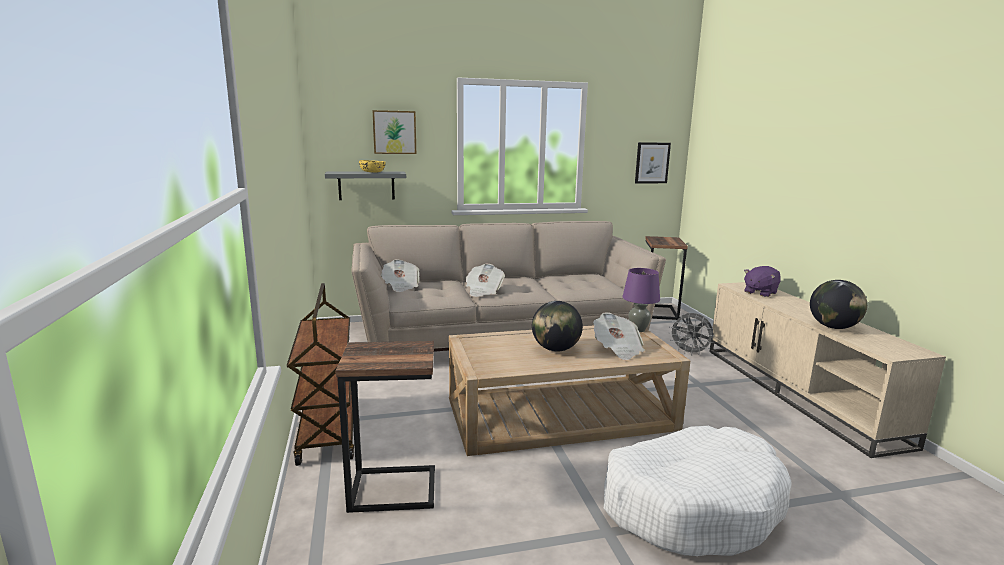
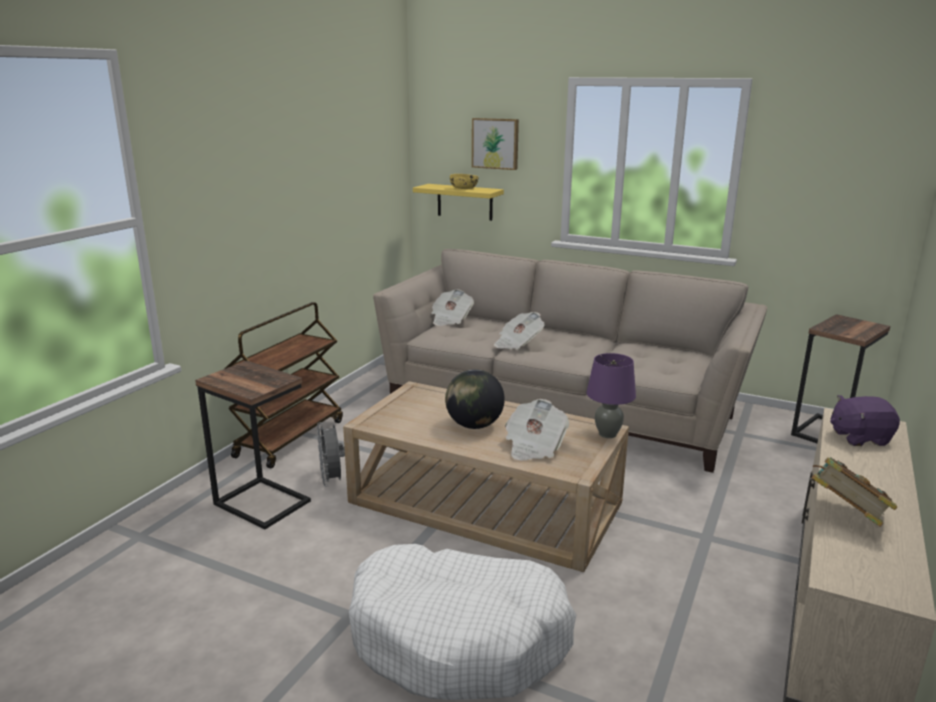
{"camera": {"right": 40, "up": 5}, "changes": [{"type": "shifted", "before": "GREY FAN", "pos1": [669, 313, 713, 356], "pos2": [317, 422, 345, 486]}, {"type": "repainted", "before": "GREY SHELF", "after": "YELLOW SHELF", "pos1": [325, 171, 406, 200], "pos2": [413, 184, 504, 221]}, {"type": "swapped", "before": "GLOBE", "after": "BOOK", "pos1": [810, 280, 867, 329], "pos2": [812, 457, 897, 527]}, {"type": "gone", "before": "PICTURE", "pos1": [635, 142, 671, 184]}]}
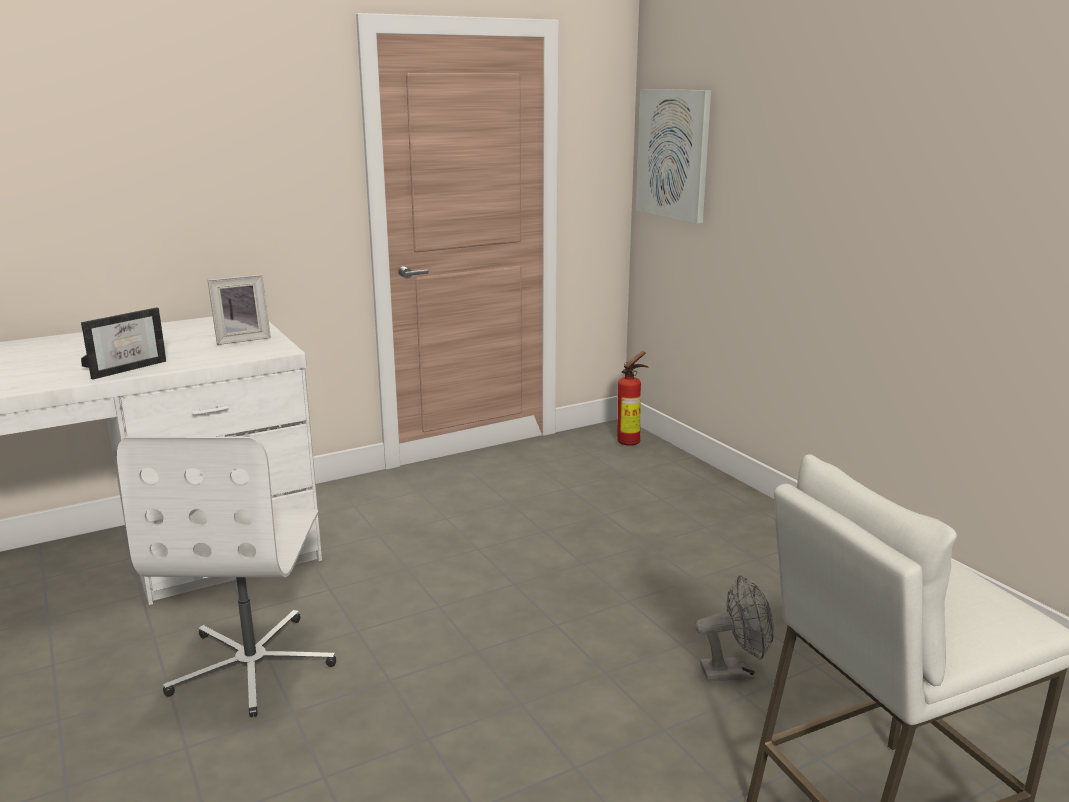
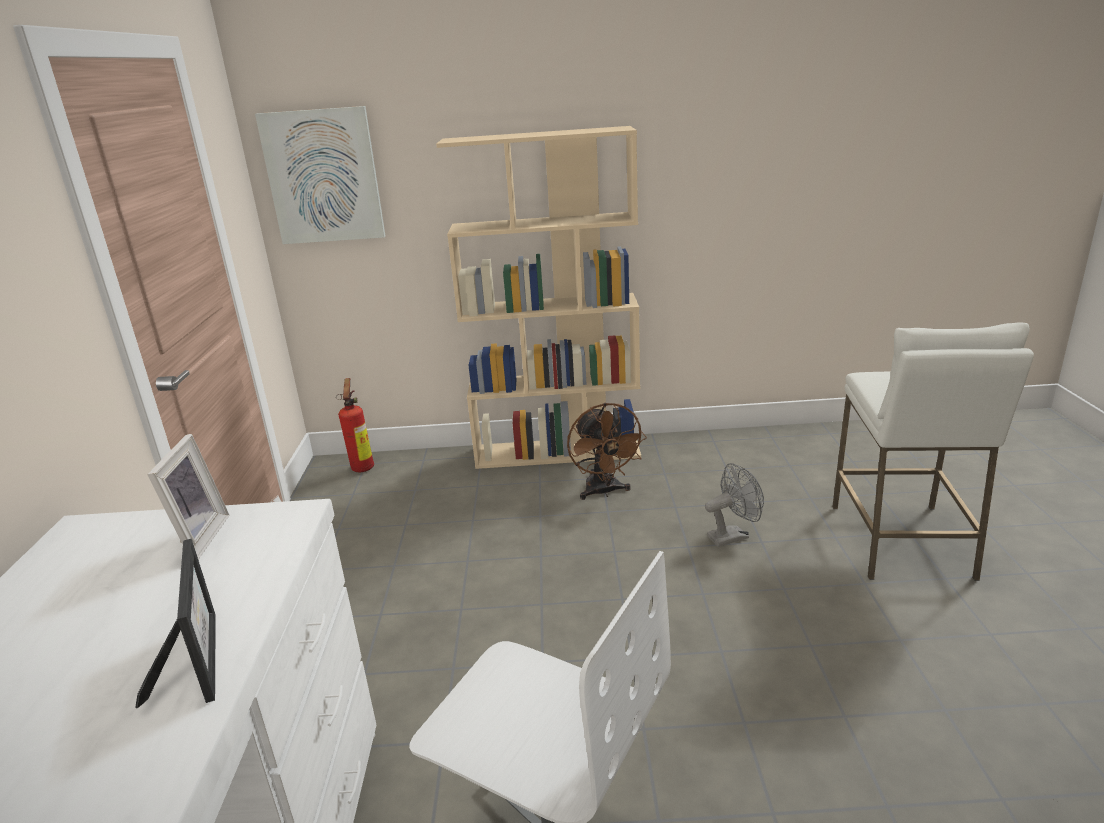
{"camera": {"right": -60, "up": 5}, "changes": [{"type": "new", "after": "BEIGE BOOKCASE", "pos2": [436, 126, 641, 469]}, {"type": "new", "after": "BROWN FAN", "pos2": [567, 403, 647, 500]}, {"type": "rotated", "before": "GREY FAN", "pos1": [695, 575, 774, 682], "pos2": [705, 463, 764, 547], "turn": 45}]}
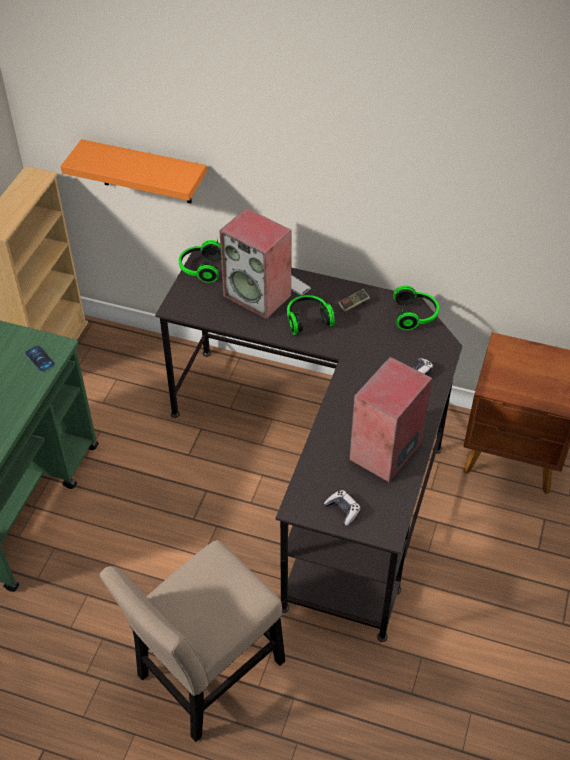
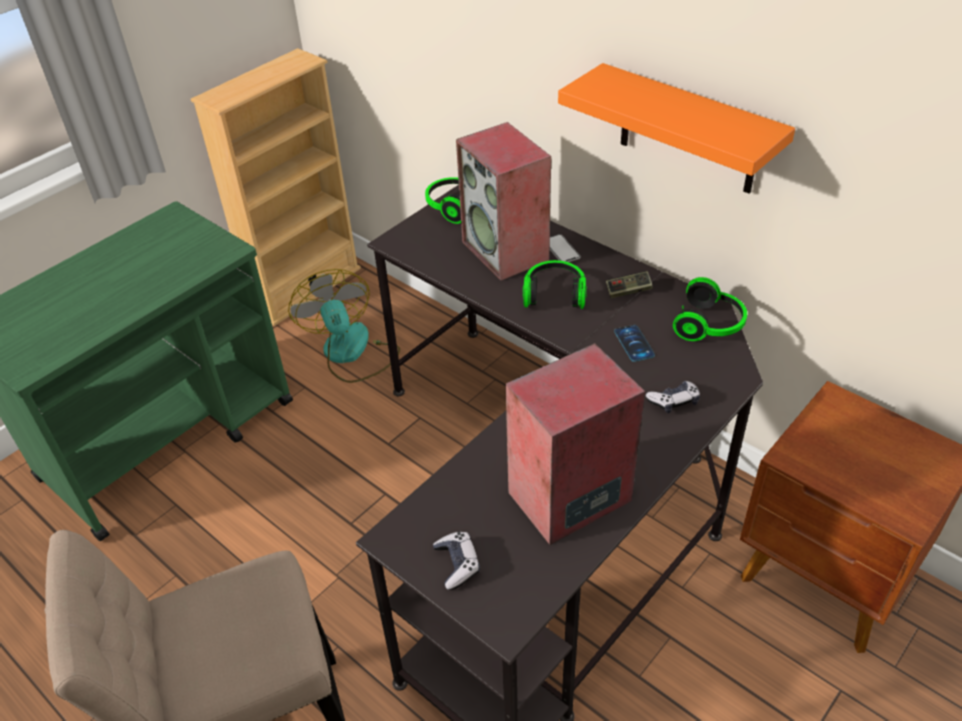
{"camera": {"right": 25, "up": -5}, "changes": [{"type": "new", "after": "FAN", "pos2": [288, 269, 400, 383]}, {"type": "shifted", "before": "ORANGE SHELF", "pos1": [60, 139, 207, 203], "pos2": [558, 63, 795, 194]}, {"type": "shifted", "before": "PHONE", "pos1": [25, 345, 55, 372], "pos2": [614, 325, 655, 362]}]}
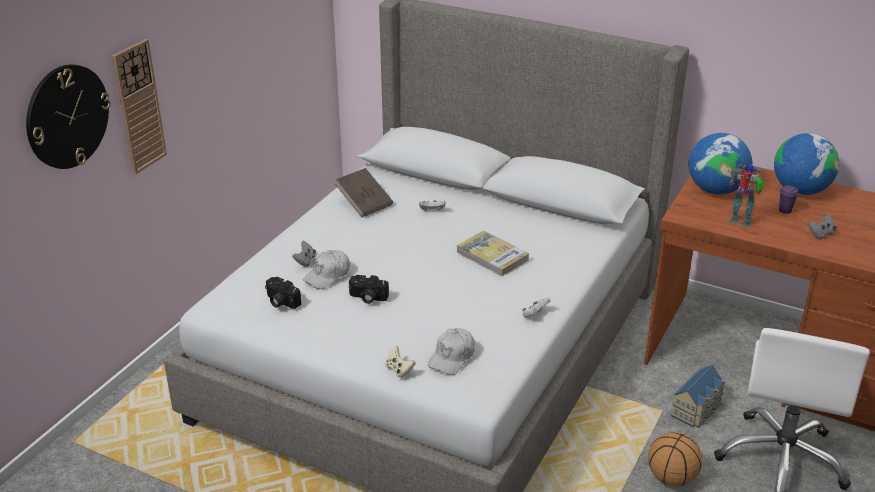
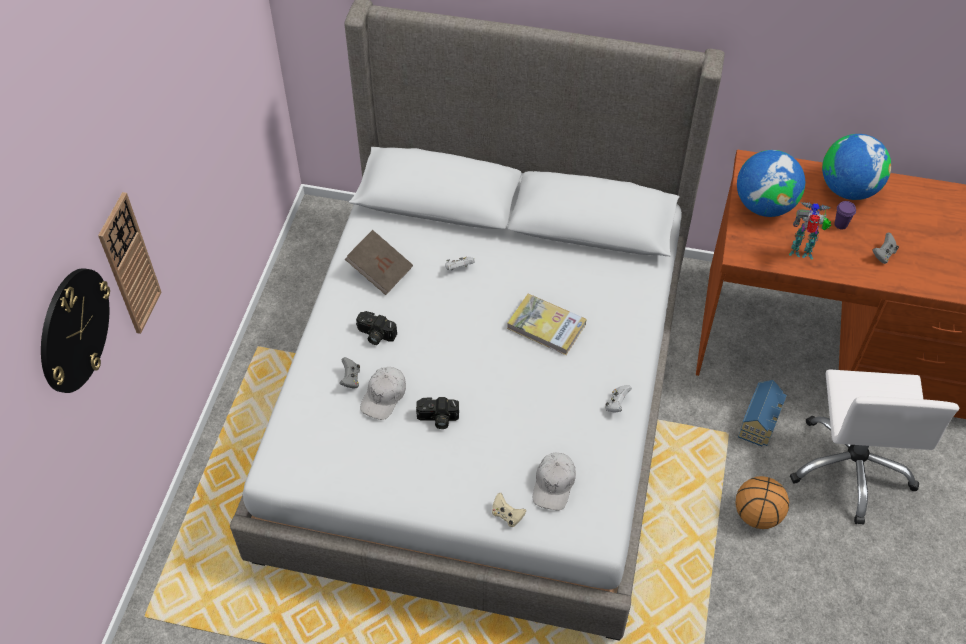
{"camera": {"right": -15, "up": 20}, "changes": [{"type": "shifted", "before": "PHOTO CAMERA", "pos1": [265, 277, 301, 309], "pos2": [356, 311, 397, 345]}]}
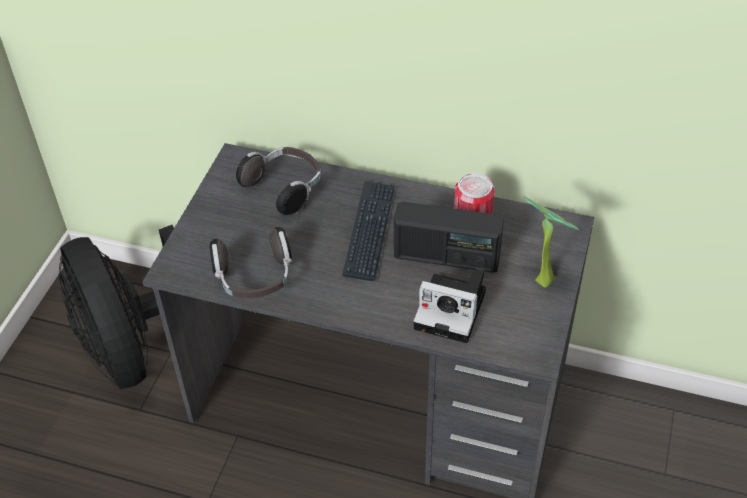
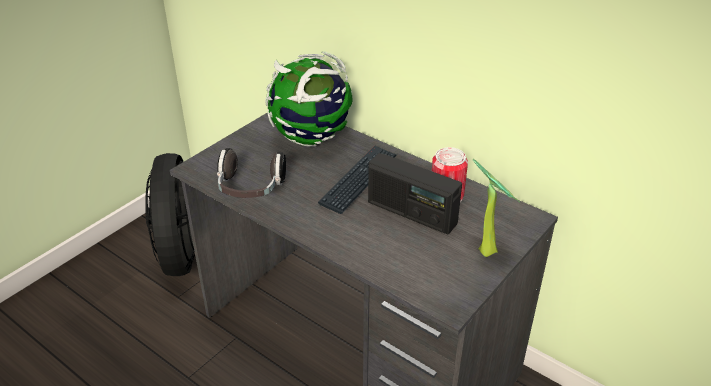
{"camera": {"right": 20, "up": -10}, "changes": [{"type": "swapped", "before": "HEADPHONES", "after": "GLOBE", "pos1": [236, 147, 321, 215], "pos2": [265, 51, 353, 146]}, {"type": "gone", "before": "PHOTO CAMERA", "pos1": [414, 269, 486, 343]}]}
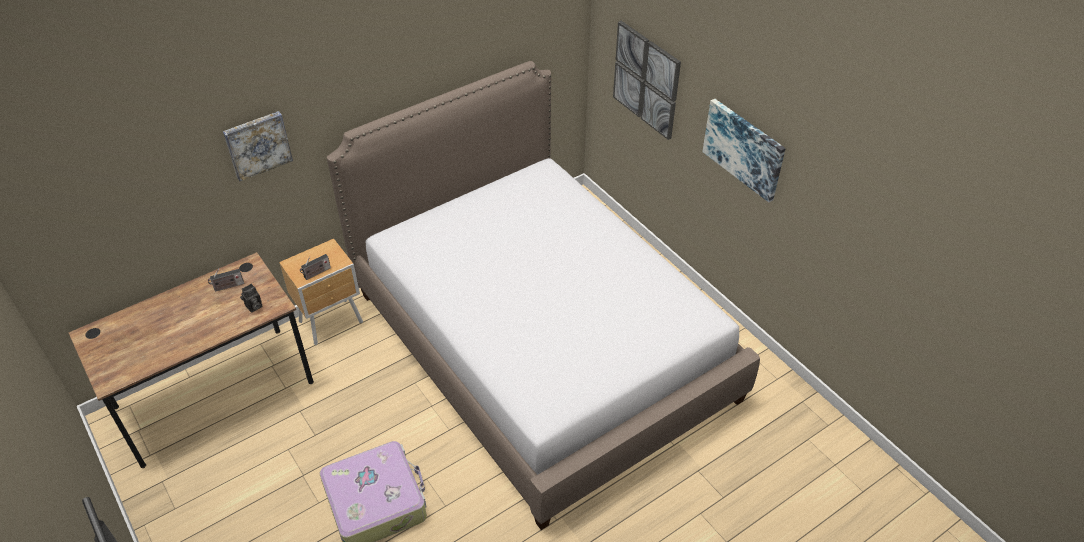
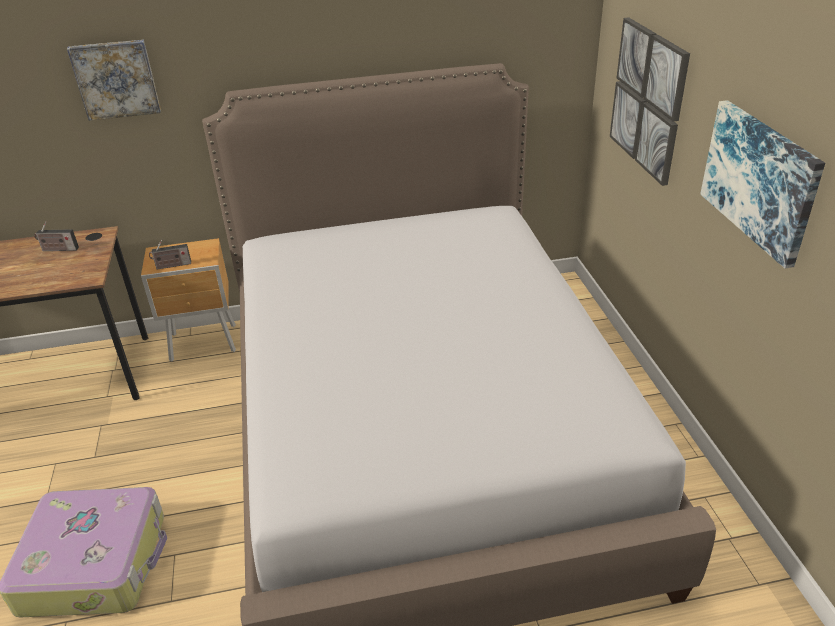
{"camera": {"right": 25, "up": -10}, "changes": [{"type": "gone", "before": "PHOTO CAMERA", "pos1": [240, 284, 263, 313]}]}
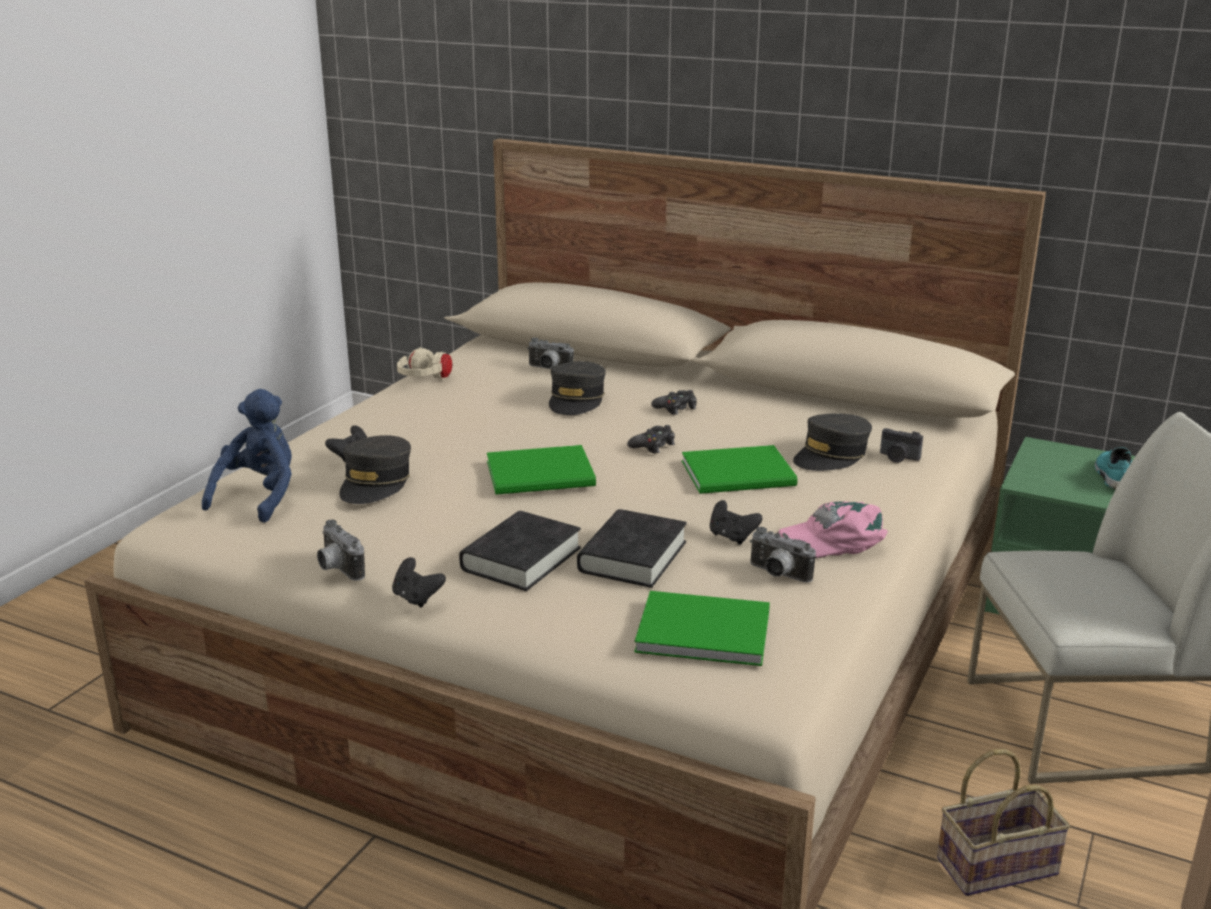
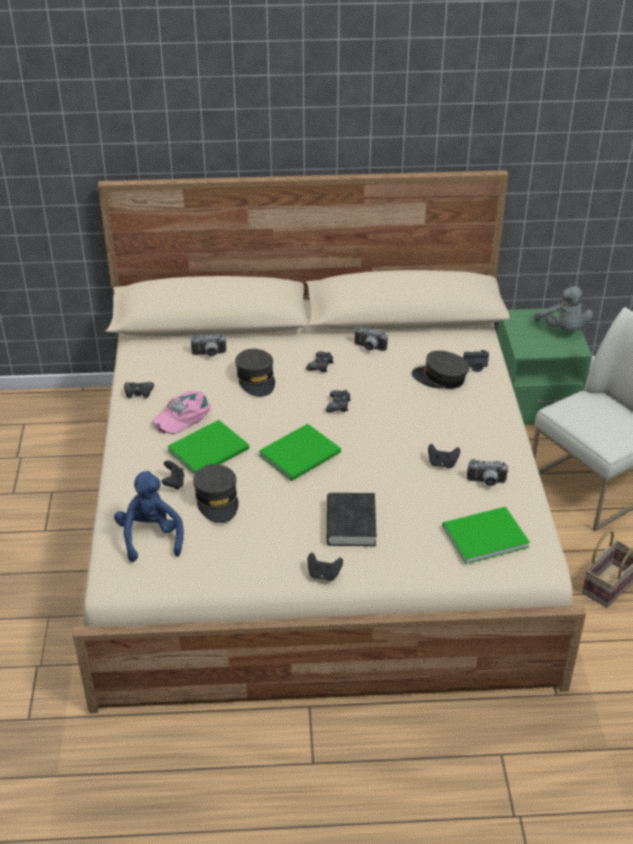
{"camera": {"right": -30, "up": 15}, "changes": [{"type": "swapped", "before": "BEIGE HEADPHONES", "after": "BLACK GAME CONTROLLER", "pos1": [397, 347, 452, 380], "pos2": [124, 382, 154, 399]}, {"type": "shifted", "before": "PINK CAP", "pos1": [777, 501, 888, 558], "pos2": [152, 391, 210, 434]}, {"type": "shifted", "before": "GREEN BOOK", "pos1": [682, 445, 797, 494], "pos2": [167, 420, 249, 475]}, {"type": "shifted", "before": "PHOTO CAMERA", "pos1": [317, 520, 365, 581], "pos2": [354, 325, 388, 351]}, {"type": "rotated", "before": "GREY CAP", "pos1": [793, 413, 872, 471], "pos2": [412, 351, 470, 389], "turn": 90}, {"type": "swapped", "before": "TURQUOISE SHOE", "after": "GREY PLUSH TOY", "pos1": [1094, 447, 1132, 489], "pos2": [534, 286, 593, 332]}, {"type": "gone", "before": "BLACK BOOK", "pos1": [577, 509, 687, 588]}]}
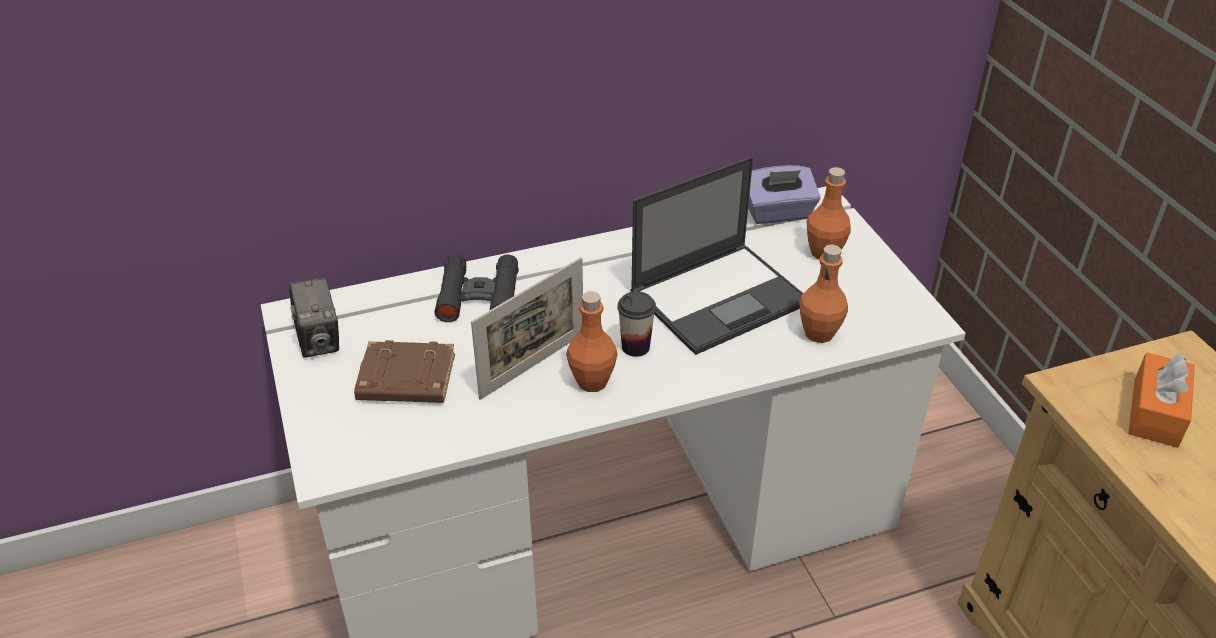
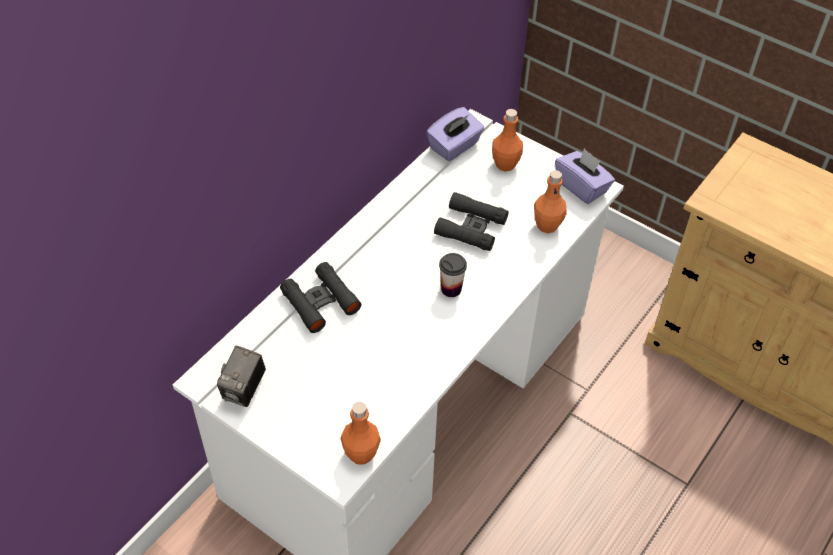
{"camera": {"right": -35, "up": 10}, "changes": [{"type": "rotated", "before": "PHOTO CAMERA", "pos1": [289, 278, 339, 358], "pos2": [217, 346, 266, 407], "turn": 75}, {"type": "shifted", "before": "ORANGE BOTTLE", "pos1": [566, 291, 618, 392], "pos2": [341, 402, 381, 464]}, {"type": "swapped", "before": "LAPTOP", "after": "BLACK BINOCULARS", "pos1": [630, 157, 803, 355], "pos2": [434, 192, 509, 251]}, {"type": "new", "after": "PURPLE TISSUE BOX", "pos2": [555, 148, 615, 204]}, {"type": "gone", "before": "BROWN BOOK", "pos1": [354, 340, 455, 403]}, {"type": "gone", "before": "PICTURE FRAME", "pos1": [471, 257, 583, 400]}, {"type": "gone", "before": "ORANGE TISSUE BOX", "pos1": [1128, 352, 1195, 448]}]}
